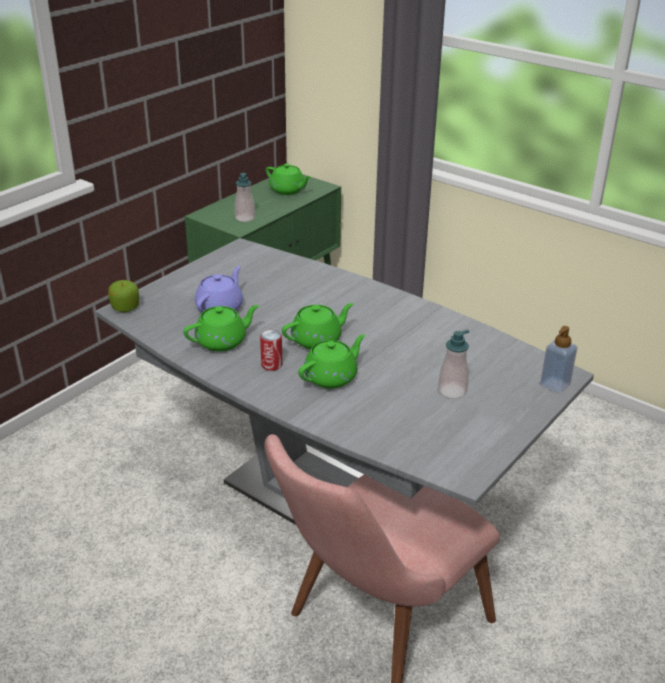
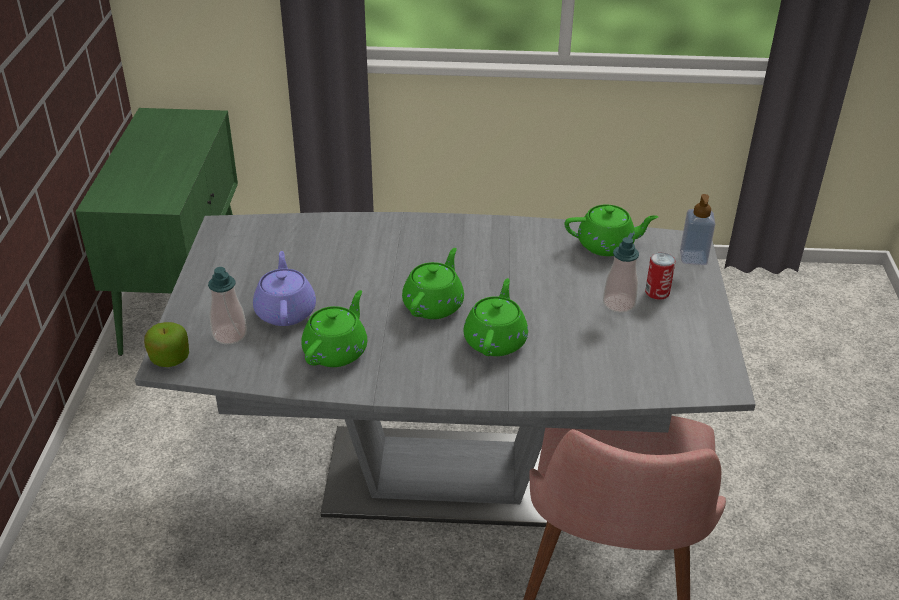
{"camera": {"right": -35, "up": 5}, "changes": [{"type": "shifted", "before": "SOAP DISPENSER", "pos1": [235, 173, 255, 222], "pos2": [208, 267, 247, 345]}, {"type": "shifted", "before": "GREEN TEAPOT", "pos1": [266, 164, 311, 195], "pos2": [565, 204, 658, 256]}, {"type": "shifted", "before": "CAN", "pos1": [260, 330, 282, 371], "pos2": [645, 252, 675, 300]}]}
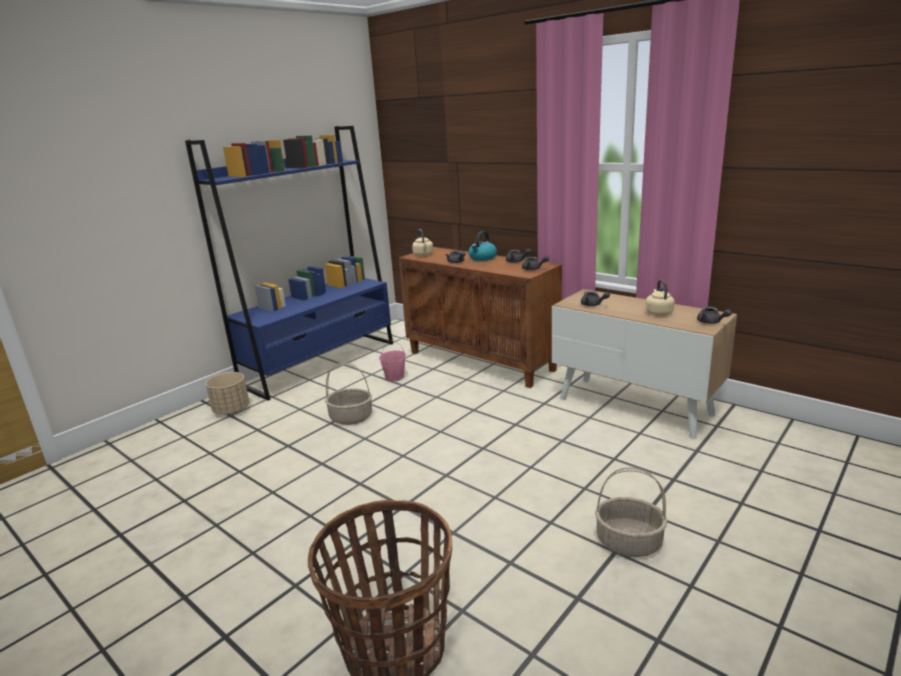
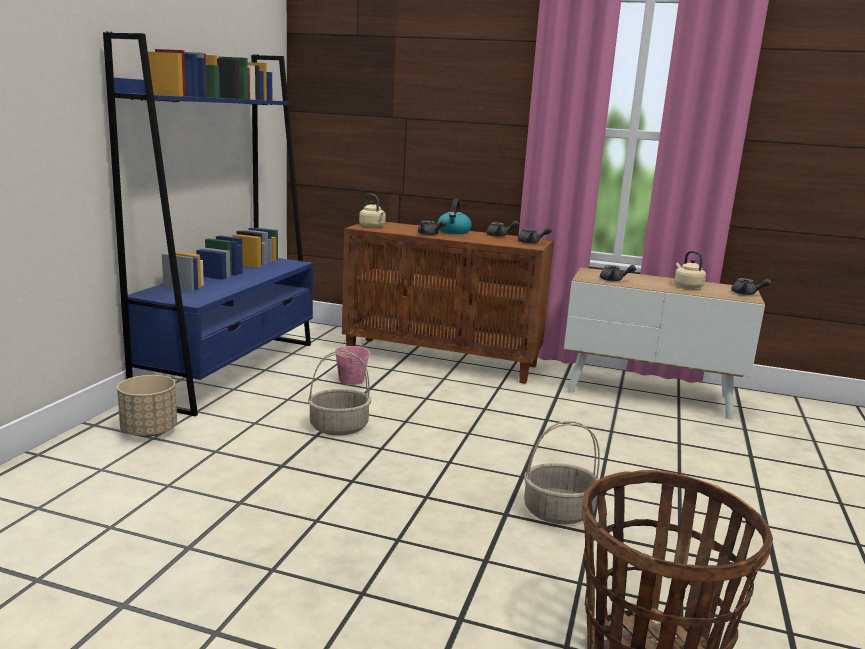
{"camera": {"right": -25, "up": -5}, "changes": [{"type": "shifted", "before": "BASKET", "pos1": [595, 467, 668, 557], "pos2": [524, 421, 600, 524]}]}
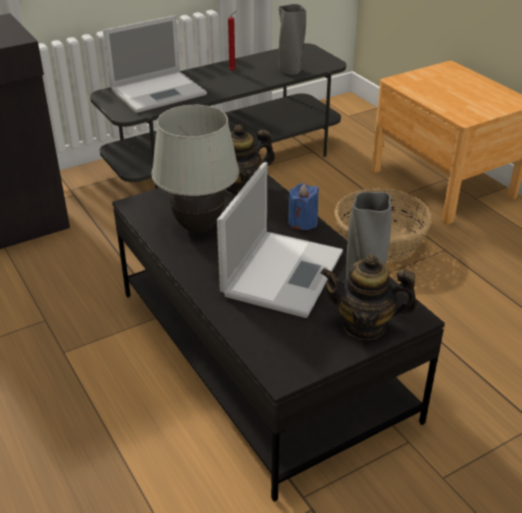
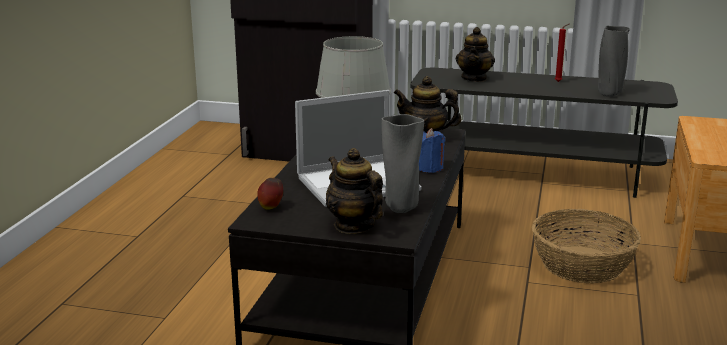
{"camera": {"right": 45, "up": -15}, "changes": [{"type": "new", "after": "APPLE", "pos2": [257, 178, 283, 210]}, {"type": "swapped", "before": "LAPTOP", "after": "TEAPOT", "pos1": [103, 15, 207, 113], "pos2": [455, 27, 495, 82]}]}
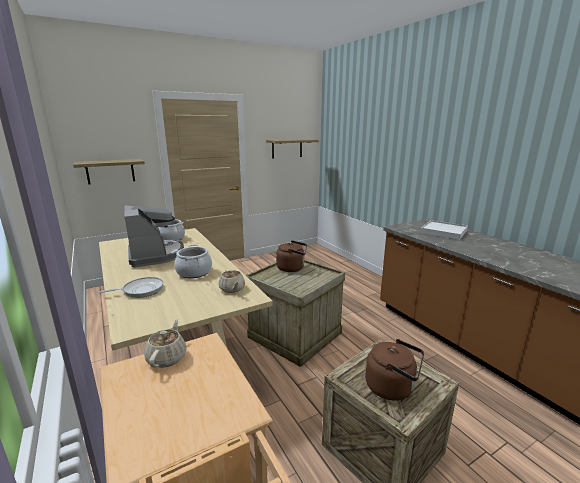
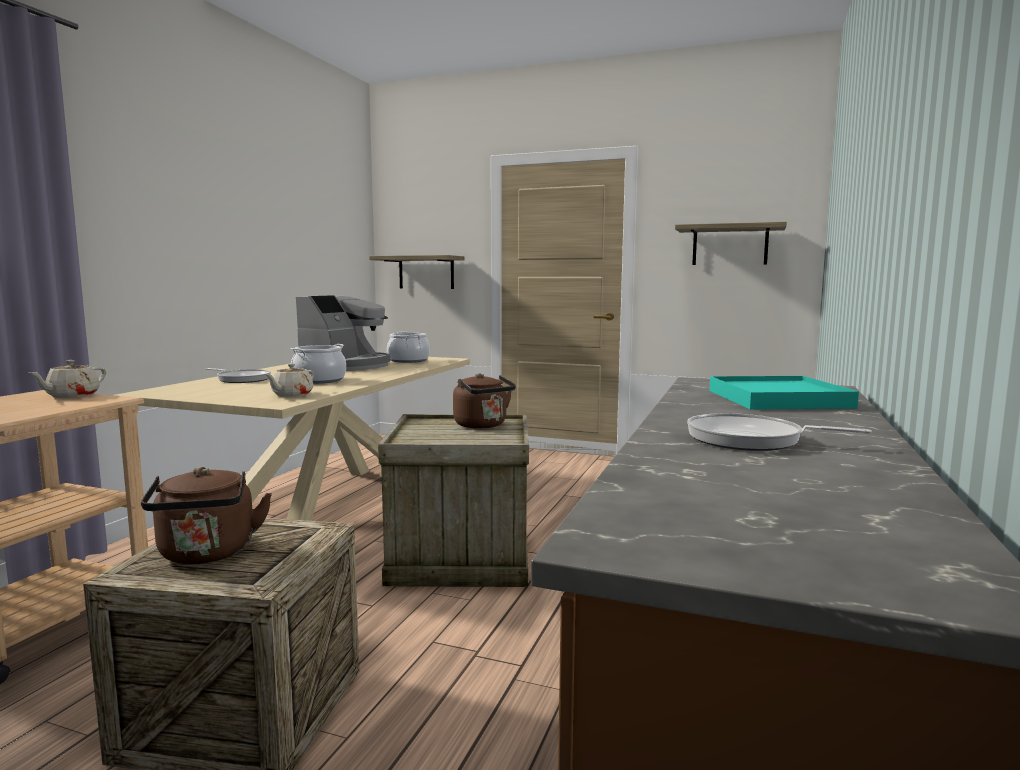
{"camera": {"right": 50, "up": -10}, "changes": [{"type": "rotated", "before": "BEIGE TEAPOT", "pos1": [144, 319, 187, 368], "pos2": [28, 360, 106, 398], "turn": 150}, {"type": "new", "after": "FRYING PAN", "pos2": [687, 413, 872, 451]}, {"type": "repainted", "before": "WHITE TRAY", "after": "TURQUOISE TRAY", "pos1": [420, 220, 468, 240], "pos2": [709, 376, 859, 410]}]}
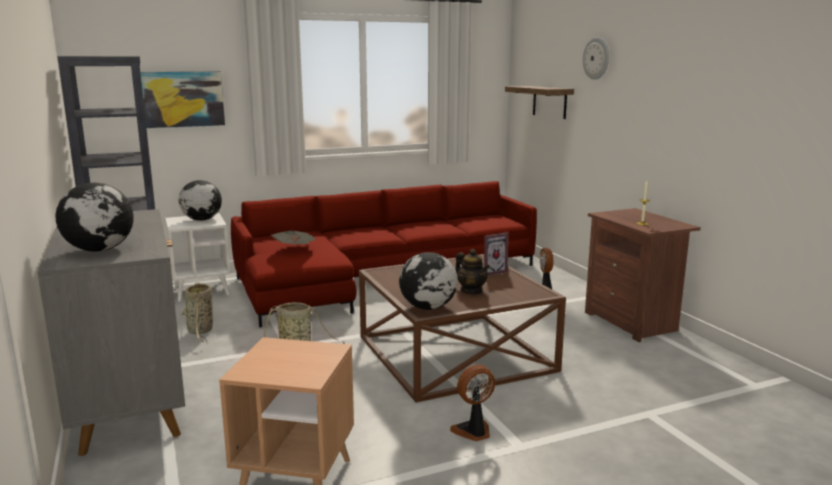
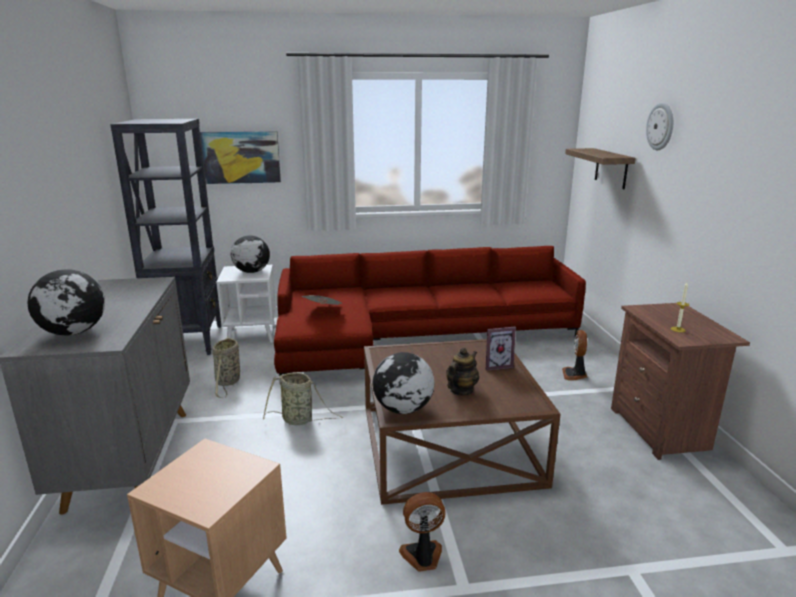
{"camera": {"right": 15, "up": 5}, "changes": [{"type": "rotated", "before": "TEAPOT", "pos1": [455, 249, 490, 294], "pos2": [446, 348, 479, 395], "turn": -120}]}
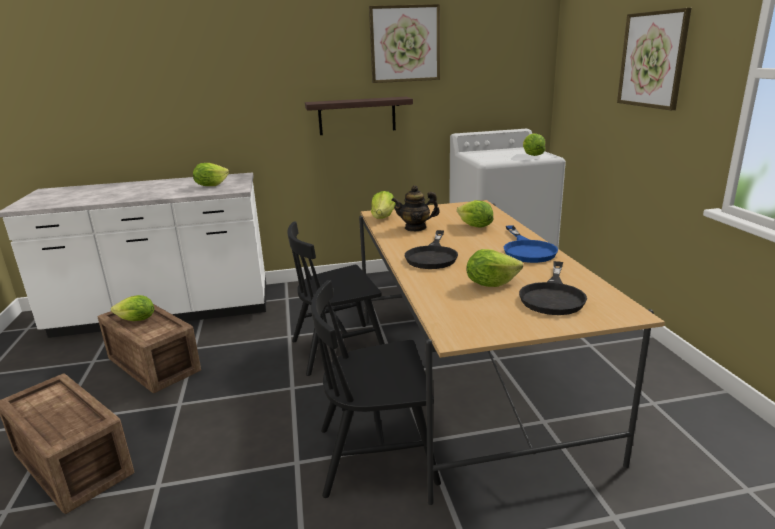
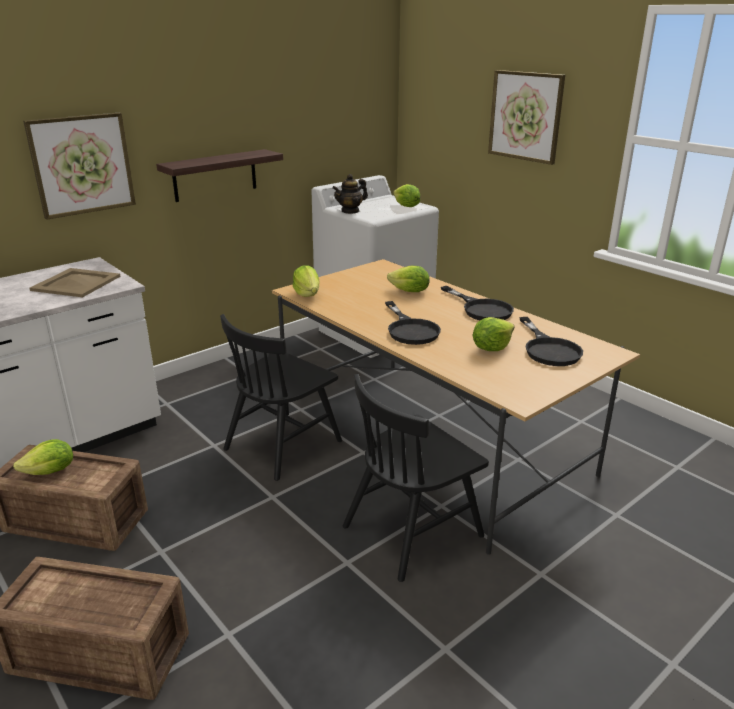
{"camera": {"right": -30, "up": 5}, "changes": [{"type": "shifted", "before": "PICTURE", "pos1": [369, 4, 440, 83], "pos2": [23, 113, 136, 220]}, {"type": "swapped", "before": "LETTUCE", "after": "BEIGE TRAY", "pos1": [193, 163, 229, 186], "pos2": [30, 268, 121, 297]}, {"type": "shifted", "before": "TEAPOT", "pos1": [391, 185, 440, 231], "pos2": [332, 174, 368, 214]}, {"type": "repainted", "before": "BLUE FRYING PAN", "after": "BLACK FRYING PAN", "pos1": [504, 225, 558, 263], "pos2": [441, 286, 514, 320]}]}
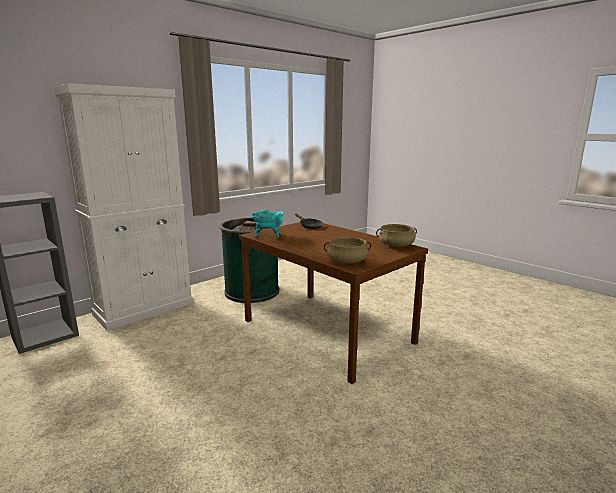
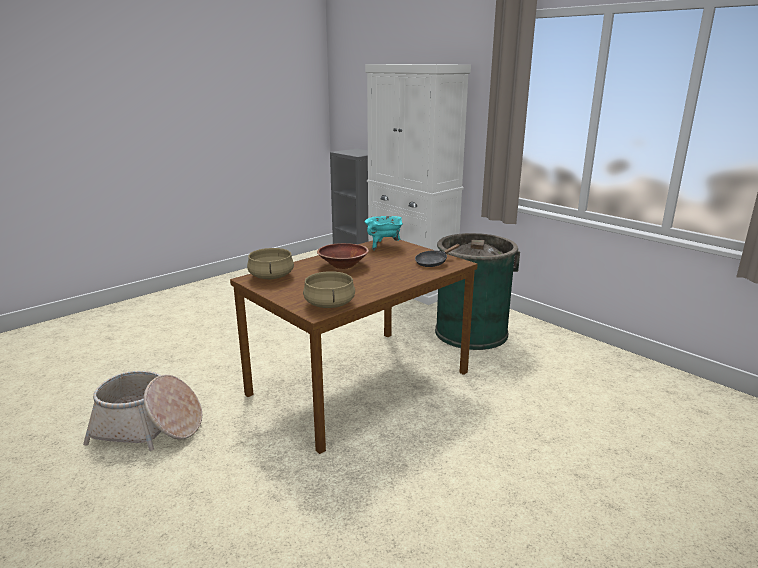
{"camera": {"right": 90, "up": 5}, "changes": [{"type": "new", "after": "BASKET", "pos2": [83, 371, 202, 451]}, {"type": "new", "after": "BROWN BOWL", "pos2": [317, 243, 369, 269]}]}
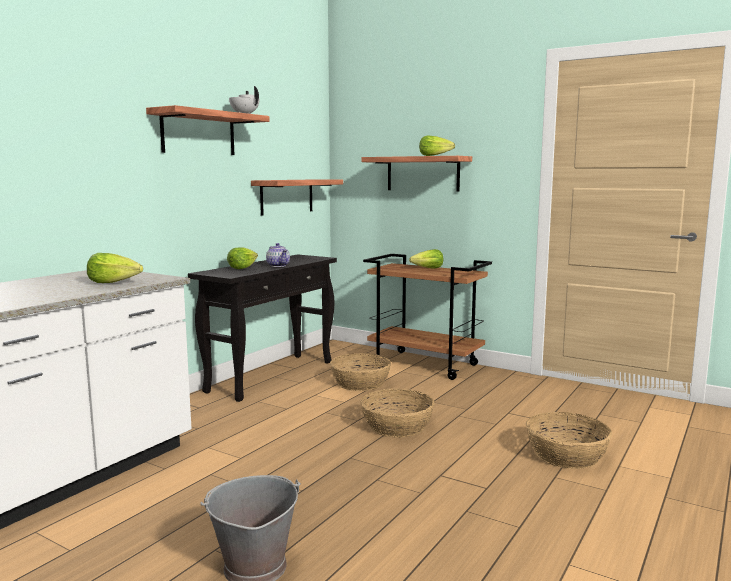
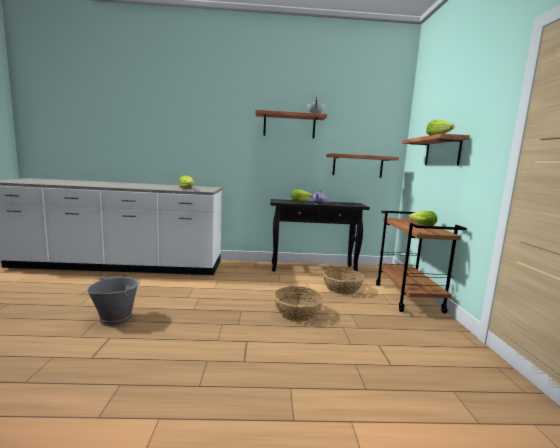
{"camera": {"right": 55, "up": 0}, "changes": [{"type": "gone", "before": "BASKET", "pos1": [526, 412, 612, 469]}]}
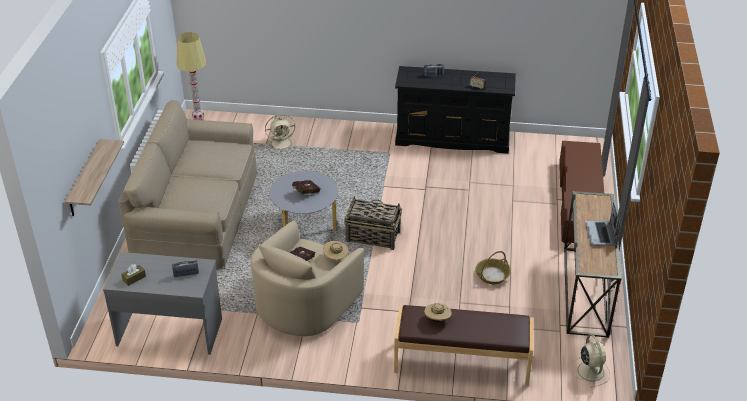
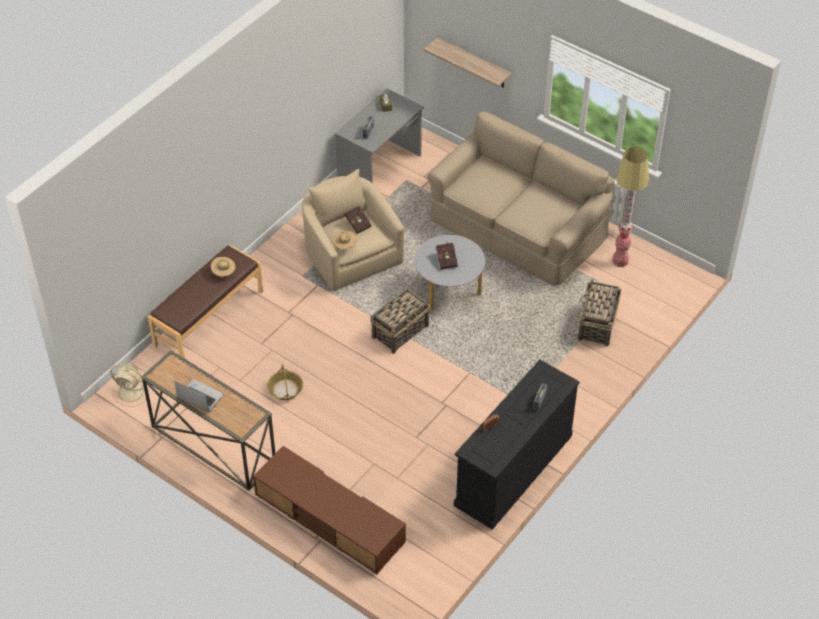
{"camera": {"right": 120, "up": 10}, "changes": [{"type": "swapped", "before": "BEIGE FAN", "after": "BASKET", "pos1": [265, 114, 297, 152], "pos2": [578, 280, 621, 346]}]}
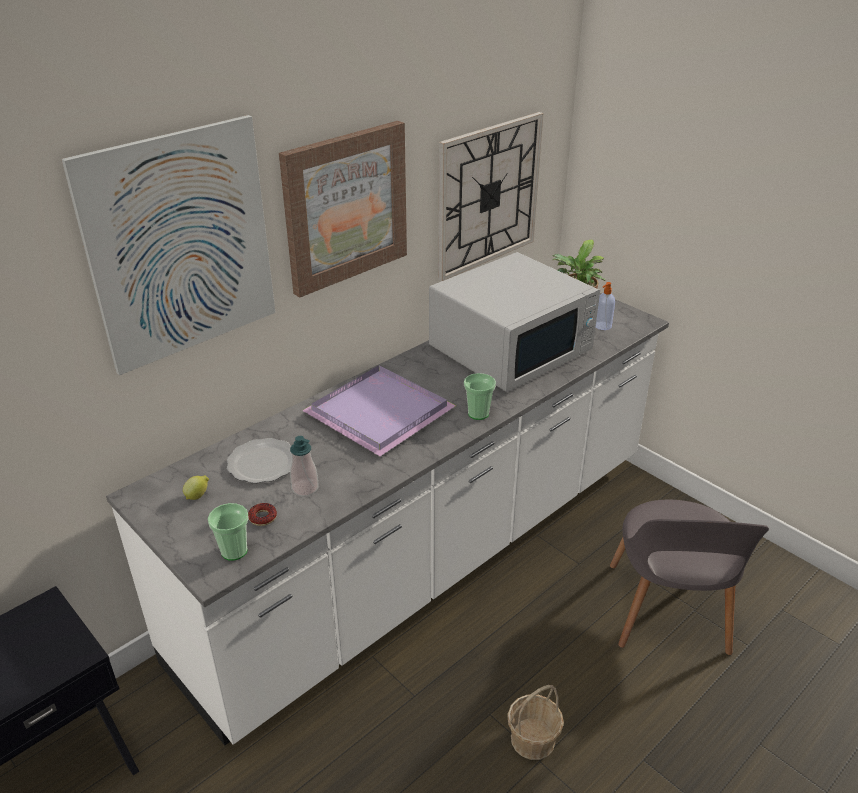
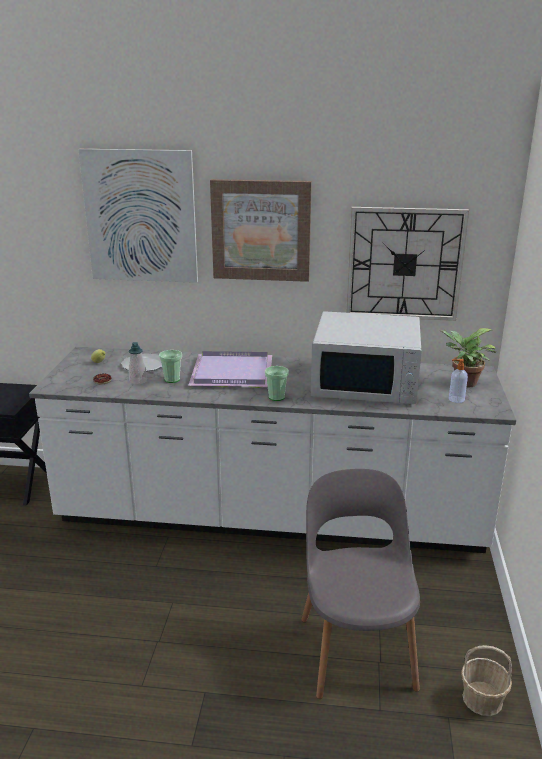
{"camera": {"right": 50, "up": -10}, "changes": [{"type": "shifted", "before": "CUP", "pos1": [208, 503, 249, 561], "pos2": [159, 350, 182, 383]}, {"type": "rotated", "before": "GREY CHAIR", "pos1": [610, 500, 769, 655], "pos2": [301, 469, 420, 699], "turn": 120}, {"type": "shifted", "before": "BASKET", "pos1": [507, 685, 564, 760], "pos2": [461, 645, 512, 716]}]}
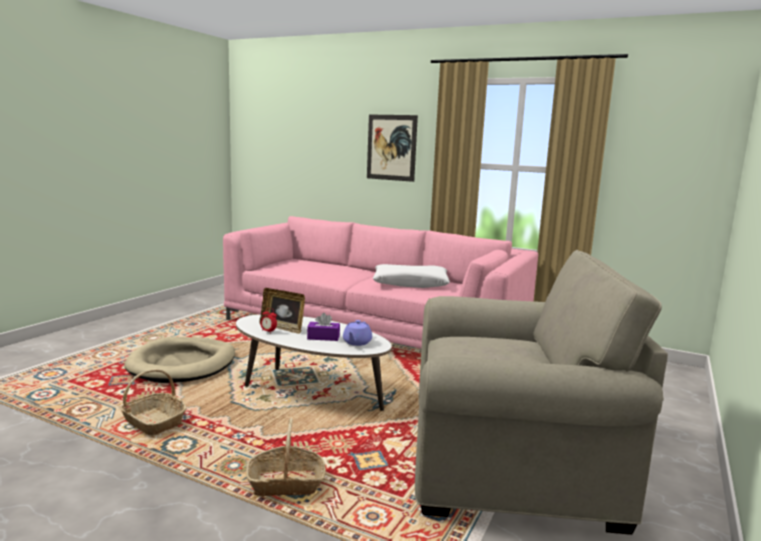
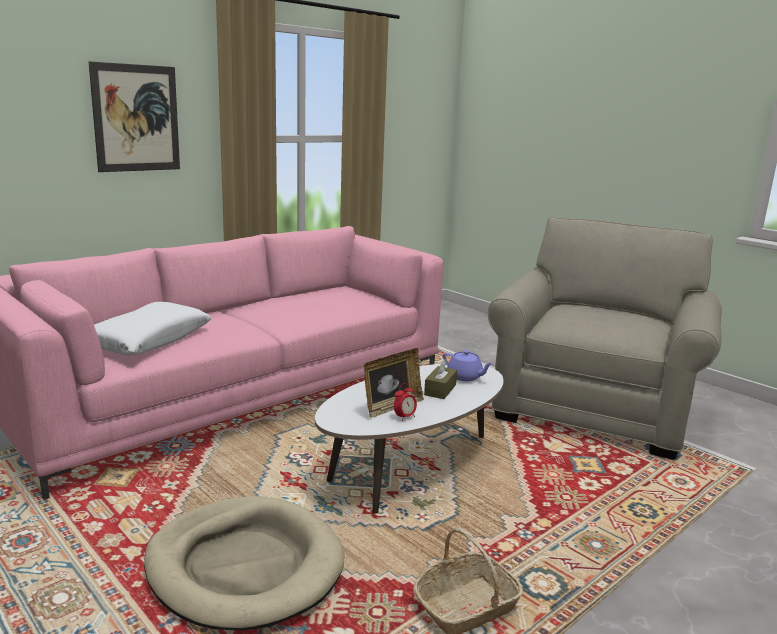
{"camera": {"right": -70, "up": 5}, "changes": [{"type": "shifted", "before": "WHITE PILLOW", "pos1": [373, 264, 450, 288], "pos2": [94, 302, 212, 355]}, {"type": "repainted", "before": "PURPLE TISSUE BOX", "after": "BROWN TISSUE BOX", "pos1": [307, 313, 340, 341], "pos2": [424, 359, 457, 399]}, {"type": "gone", "before": "BASKET", "pos1": [246, 418, 326, 496]}]}
